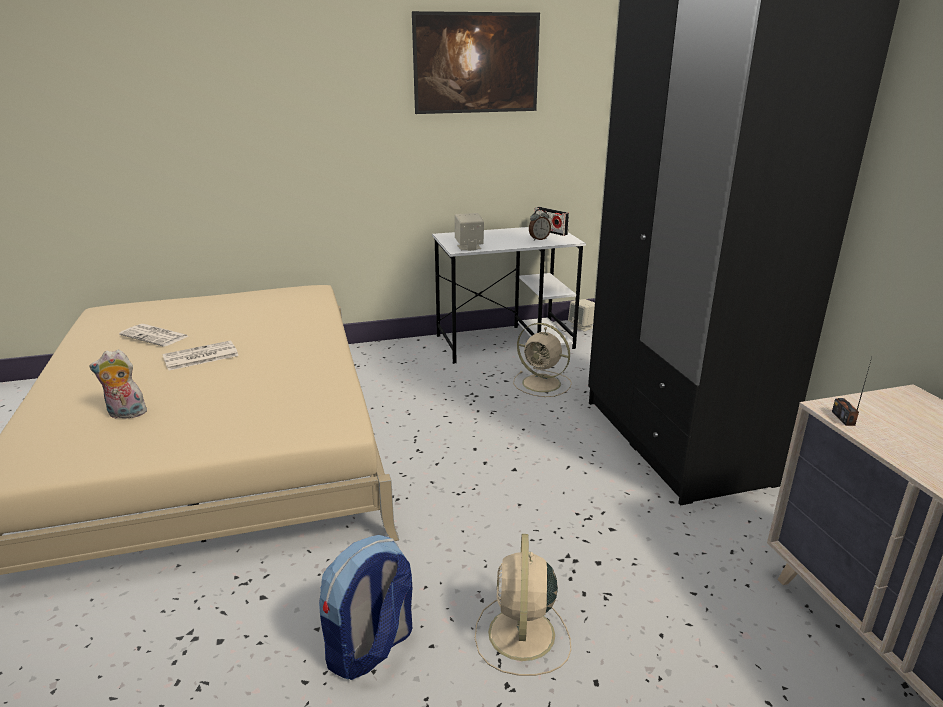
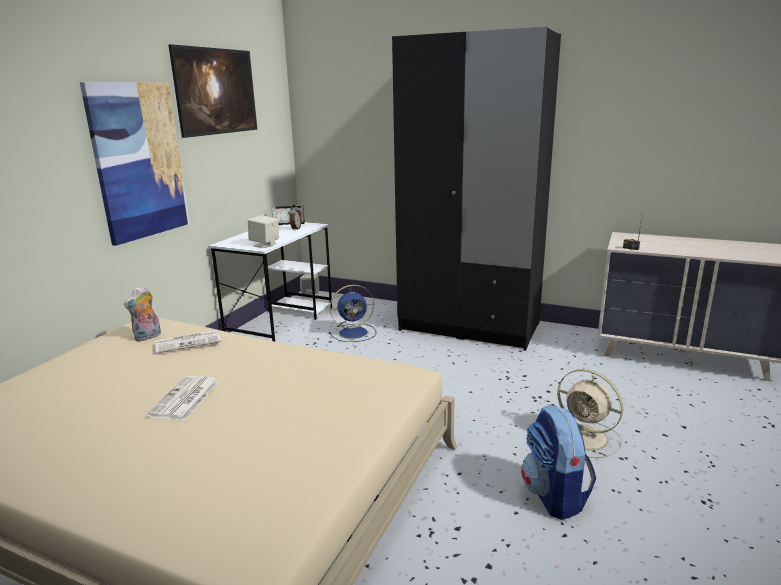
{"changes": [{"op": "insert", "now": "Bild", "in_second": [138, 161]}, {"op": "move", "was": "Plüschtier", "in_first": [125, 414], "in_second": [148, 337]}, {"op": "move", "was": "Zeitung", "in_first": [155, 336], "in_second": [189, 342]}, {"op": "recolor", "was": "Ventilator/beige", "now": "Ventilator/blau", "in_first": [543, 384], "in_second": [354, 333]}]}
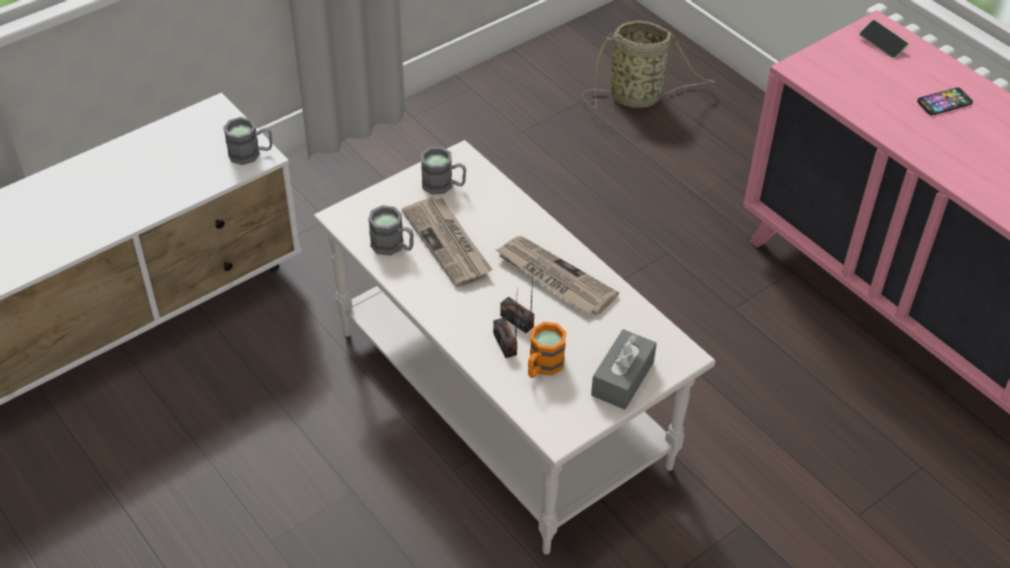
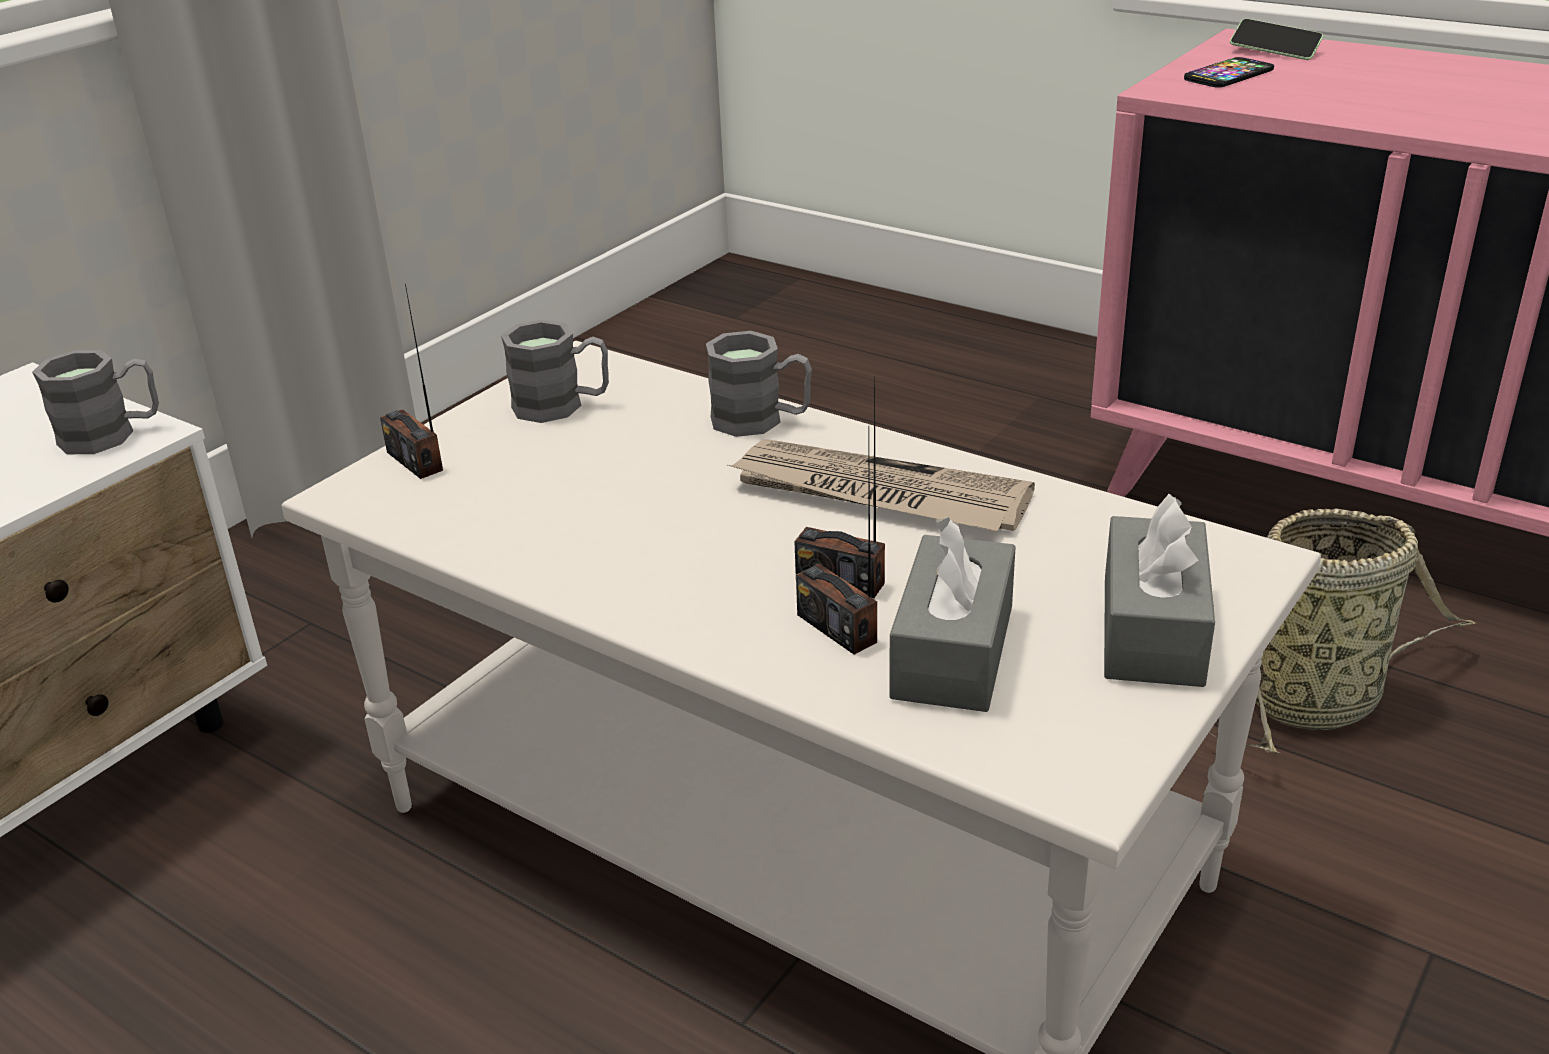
{"changes": [{"op": "insert", "now": "Radio", "in_second": [415, 461]}, {"op": "move", "was": "Henkelbecher/grau", "in_first": [393, 246], "in_second": [761, 420]}, {"op": "replace", "was": "Henkelbecher/orange", "now": "Taschentuchbox/grau", "in_first": [542, 367], "in_second": [953, 651]}, {"op": "move", "was": "Handy", "in_first": [944, 102], "in_second": [1228, 75]}, {"op": "move", "was": "Korb", "in_first": [639, 97], "in_second": [1318, 700]}, {"op": "delete", "was": "Zeitung", "in_first": [448, 243]}]}
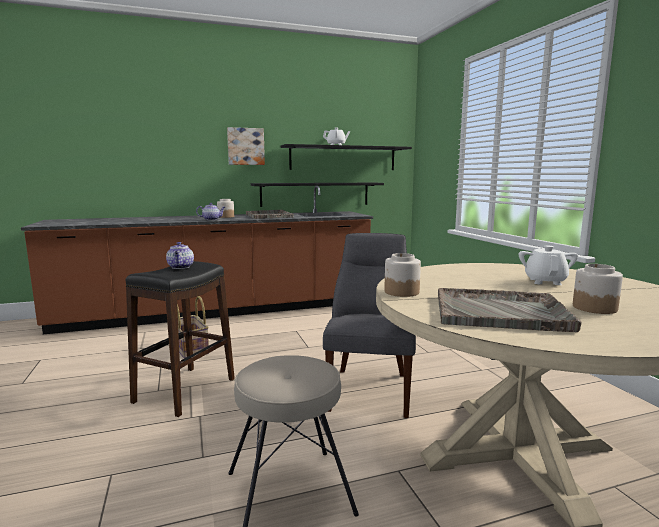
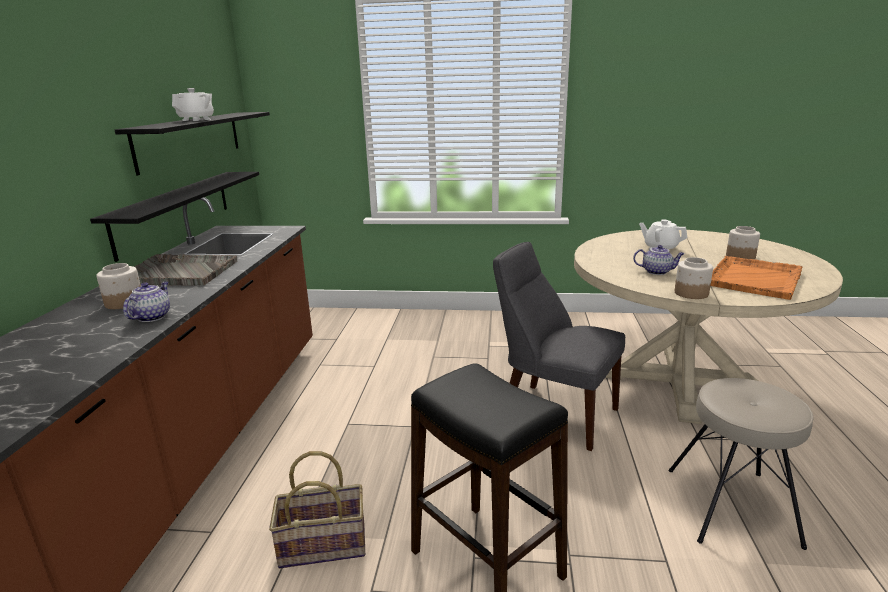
{"changes": [{"op": "move", "was": "Teekanne", "in_first": [181, 267], "in_second": [657, 271]}, {"op": "recolor", "was": "Tablett/grau", "now": "Tablett/orange", "in_first": [501, 312], "in_second": [754, 278]}, {"op": "delete", "was": "Bild", "in_first": [245, 146]}]}
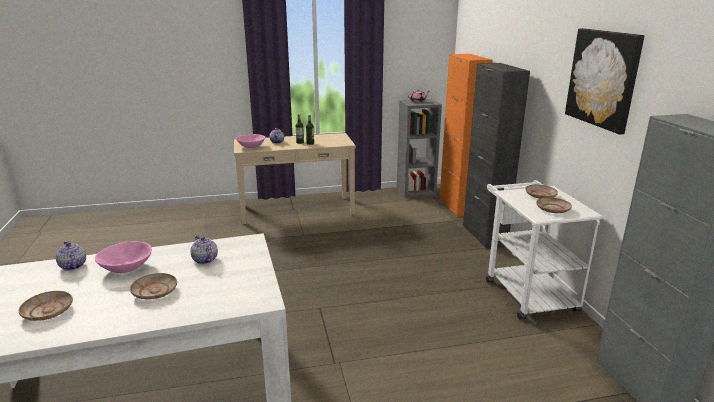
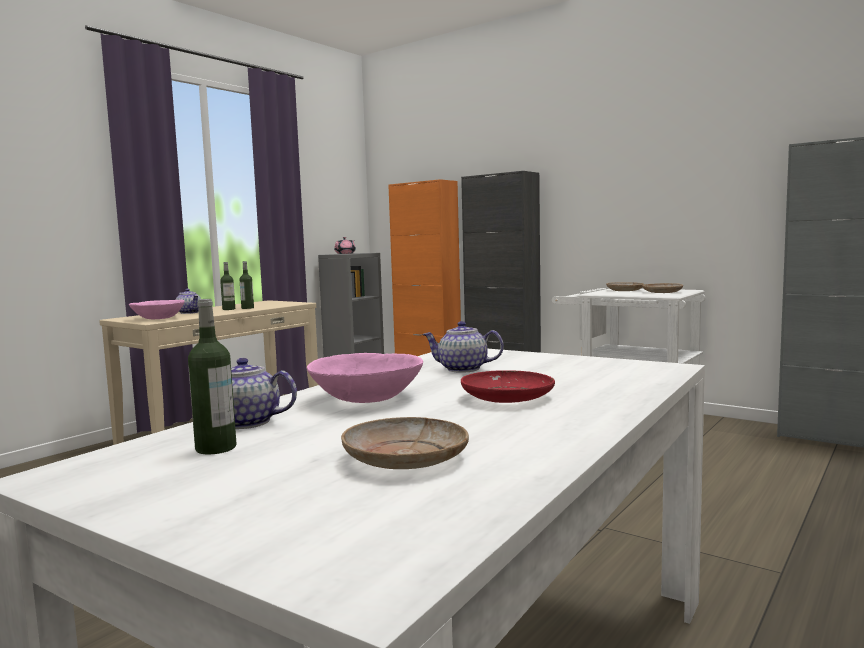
{"changes": [{"op": "insert", "now": "Flasche", "in_second": [216, 448]}, {"op": "recolor", "was": "Teller/beige", "now": "Teller/rot", "in_first": [155, 291], "in_second": [507, 397]}, {"op": "delete", "was": "Bild", "in_first": [603, 78]}]}
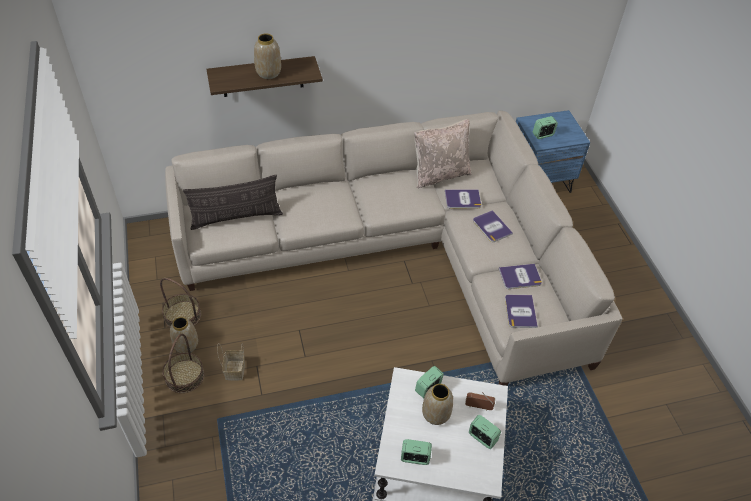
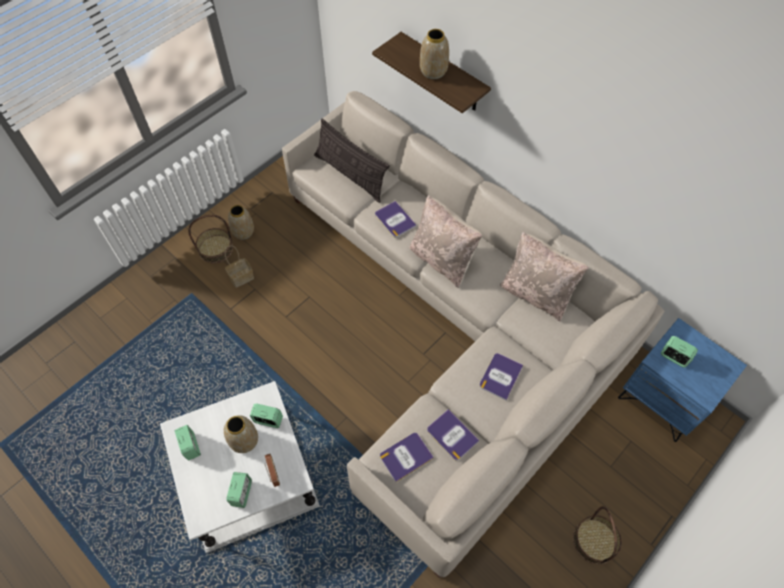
{"changes": [{"op": "move", "was": "Buch", "in_first": [462, 199], "in_second": [395, 220]}, {"op": "insert", "now": "Kissen/beige", "in_second": [442, 259]}, {"op": "move", "was": "Korb", "in_first": [183, 315], "in_second": [595, 541]}]}
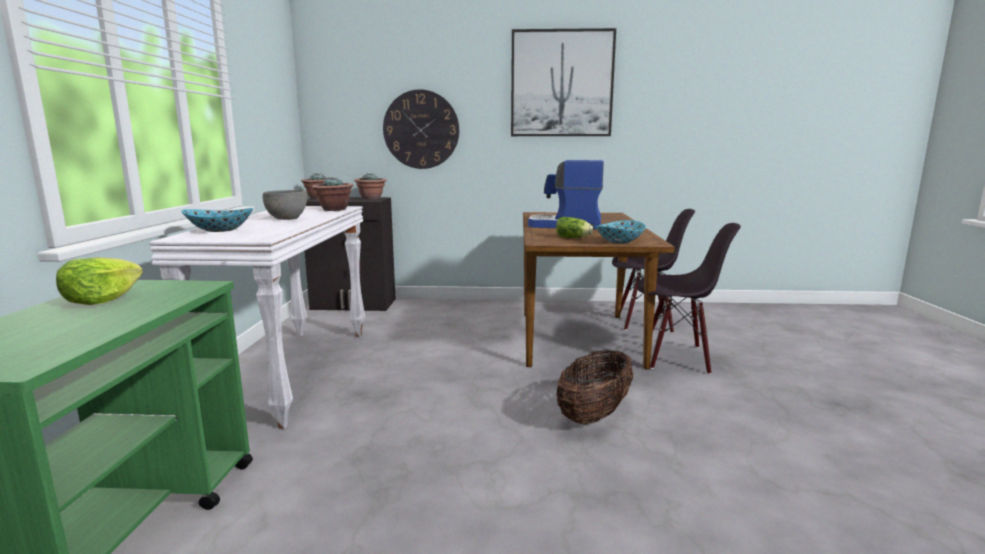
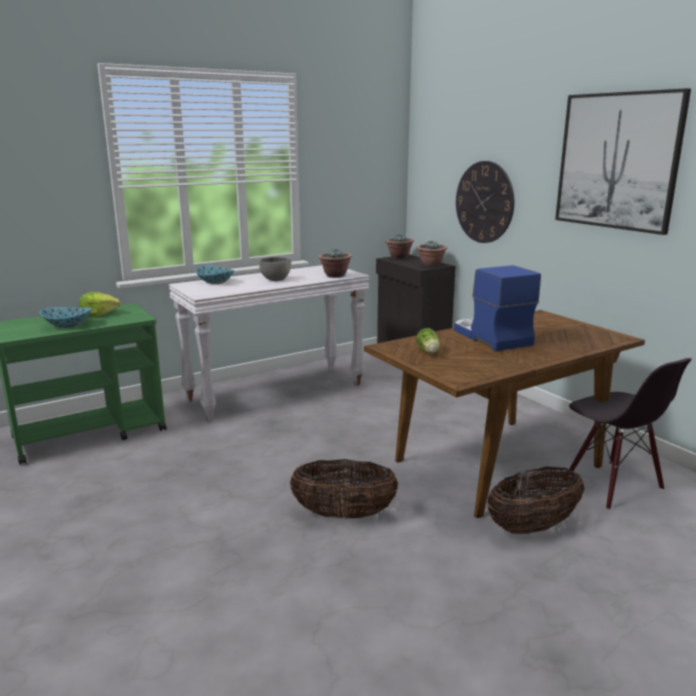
{"changes": [{"op": "move", "was": "Schüssel", "in_first": [620, 242], "in_second": [68, 325]}, {"op": "replace", "was": "Stuhl/schwarz", "now": "Korb", "in_first": [676, 357], "in_second": [532, 526]}]}
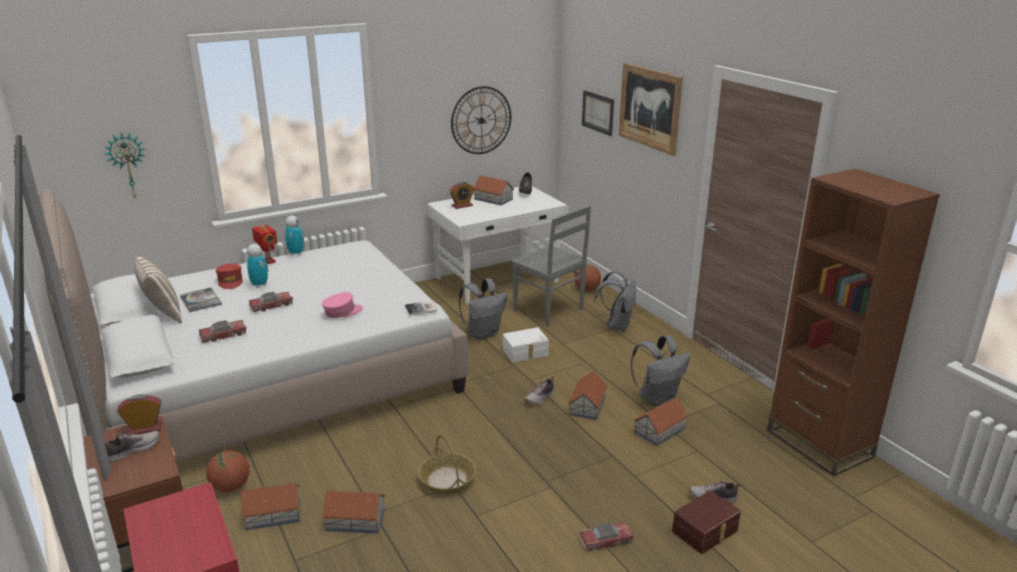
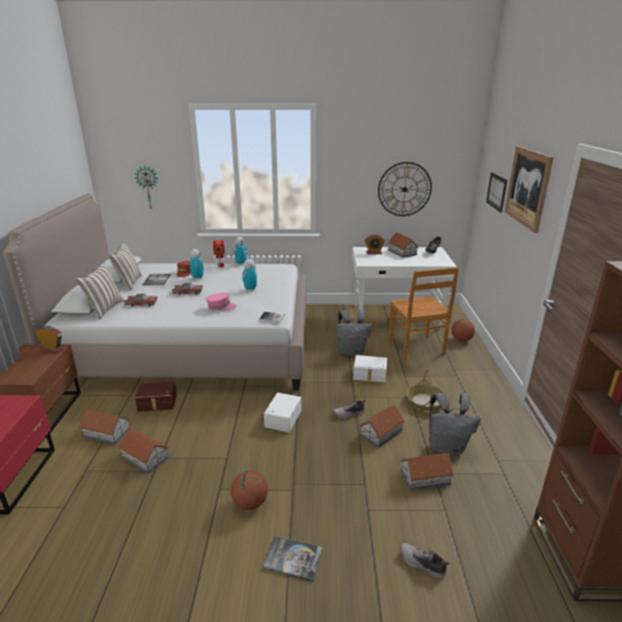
{"changes": [{"op": "insert", "now": "Kissen", "in_second": [104, 309]}, {"op": "move", "was": "Aufbewahrungsbox/braun", "in_first": [706, 531], "in_second": [157, 403]}, {"op": "move", "was": "Basketball", "in_first": [231, 487], "in_second": [250, 503]}, {"op": "insert", "now": "Spielzeugroboter", "in_second": [250, 289]}, {"op": "replace", "was": "Spielzeugauto", "now": "Buch", "in_first": [606, 541], "in_second": [293, 558]}, {"op": "insert", "now": "Aufbewahrungsbox/weiß", "in_second": [282, 418]}, {"op": "recolor", "was": "Stuhl/grau", "now": "Stuhl/braun", "in_first": [549, 311], "in_second": [416, 348]}, {"op": "move", "was": "Korb", "in_first": [447, 480], "in_second": [425, 402]}, {"op": "delete", "was": "Schuh", "in_first": [133, 450]}, {"op": "delete", "was": "Rucksack/grau", "in_first": [616, 326]}]}
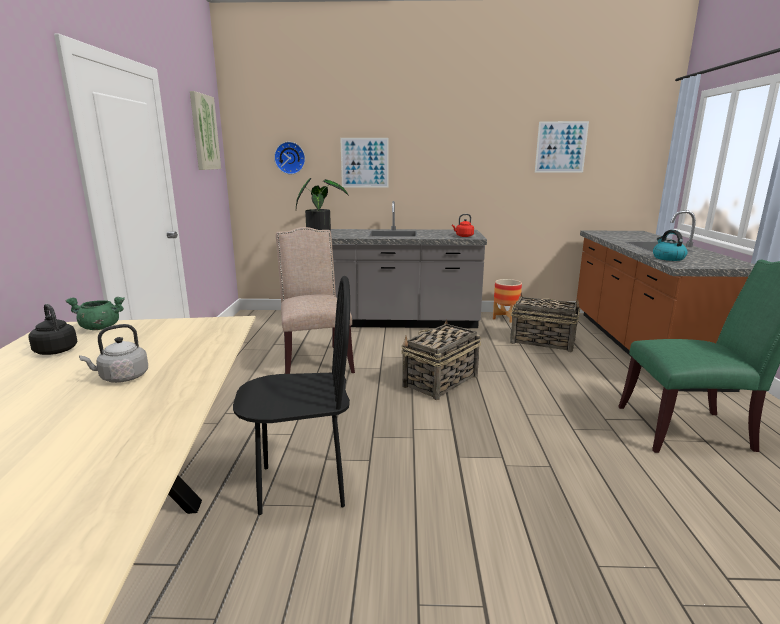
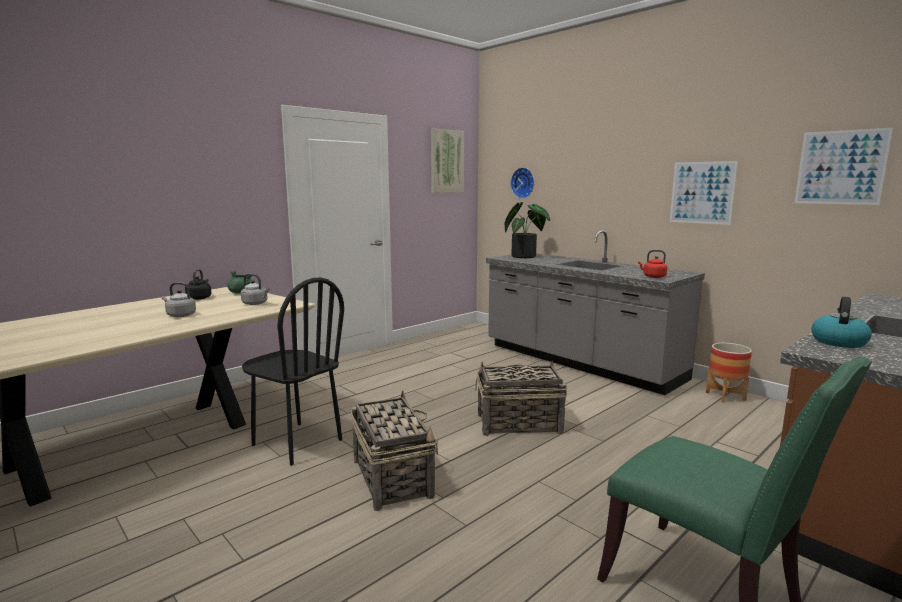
{"changes": [{"op": "insert", "now": "Wasserkessel/grau", "in_second": [256, 303]}, {"op": "move", "was": "Korb", "in_first": [541, 341], "in_second": [392, 477]}, {"op": "move", "was": "Bild", "in_first": [364, 163], "in_second": [702, 192]}, {"op": "delete", "was": "Stuhl/beige", "in_first": [314, 360]}]}
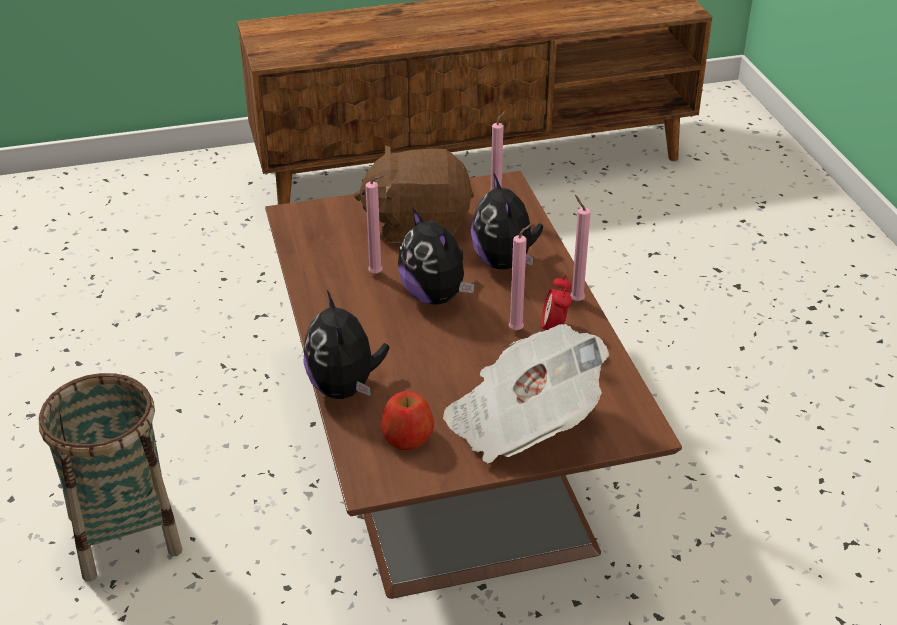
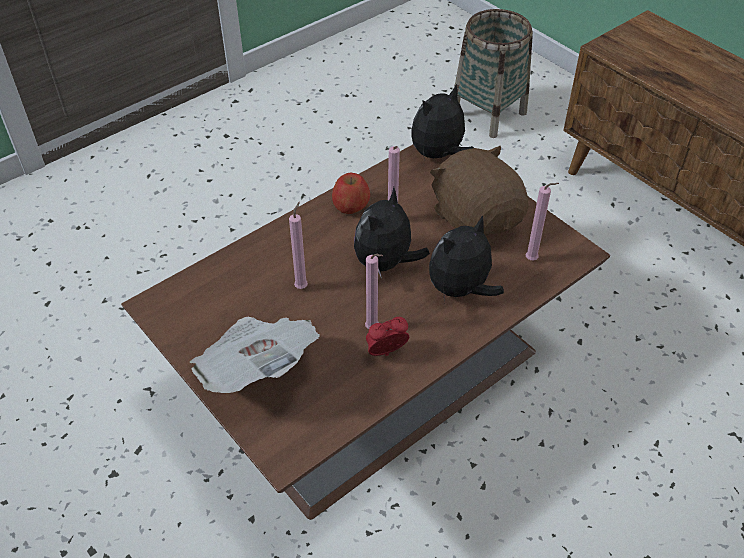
{"changes": [{"op": "move", "was": "Kerze/rosa", "in_first": [575, 300], "in_second": [302, 286]}, {"op": "move", "was": "Apfel", "in_first": [407, 437], "in_second": [350, 205]}, {"op": "move", "was": "Plüschtier", "in_first": [345, 388], "in_second": [439, 155]}, {"op": "move", "was": "Korb", "in_first": [125, 534], "in_second": [488, 114]}]}
